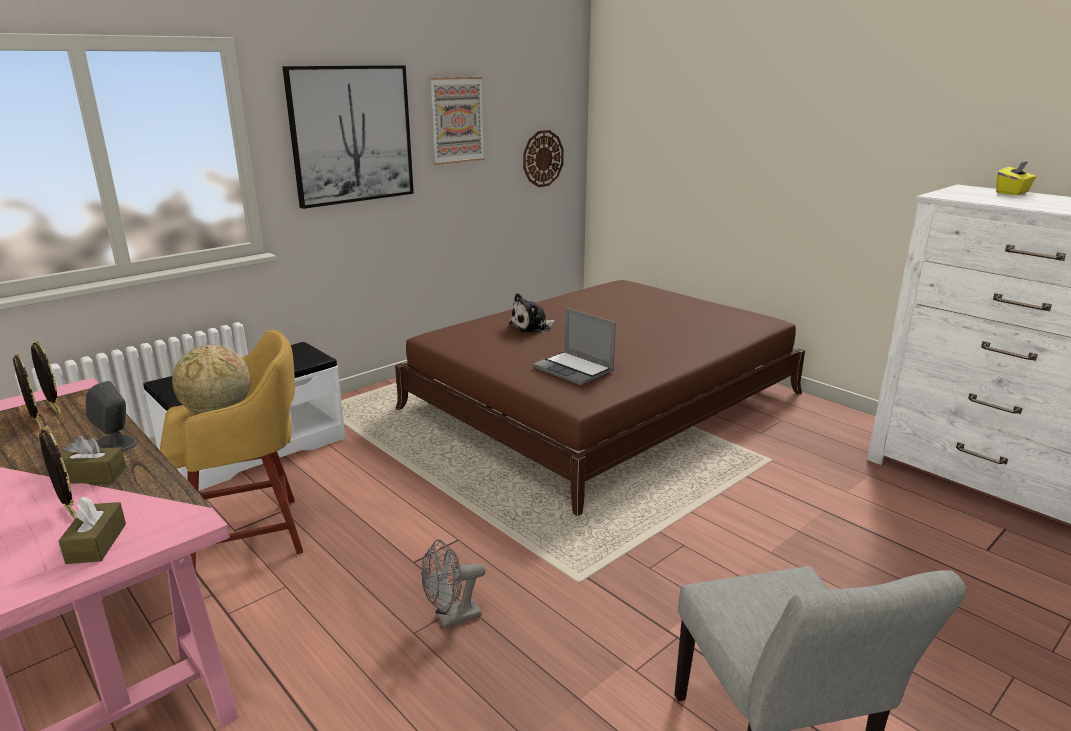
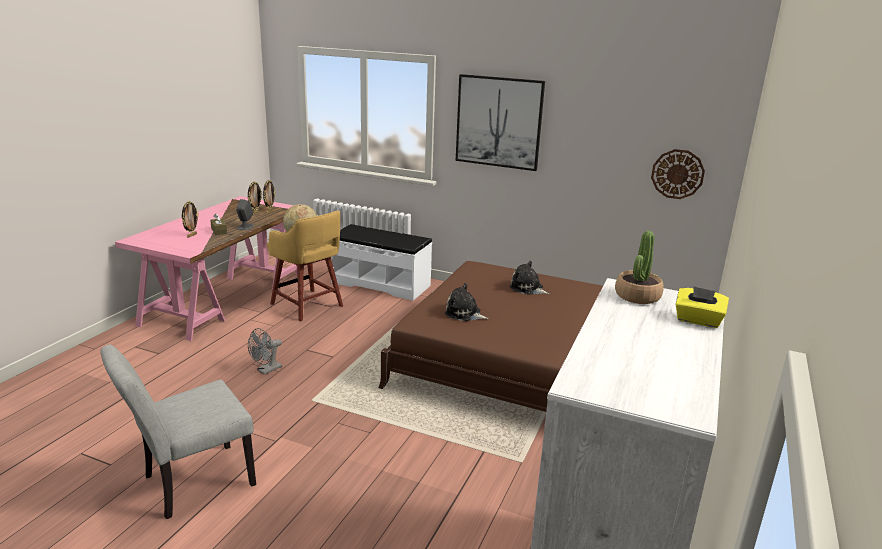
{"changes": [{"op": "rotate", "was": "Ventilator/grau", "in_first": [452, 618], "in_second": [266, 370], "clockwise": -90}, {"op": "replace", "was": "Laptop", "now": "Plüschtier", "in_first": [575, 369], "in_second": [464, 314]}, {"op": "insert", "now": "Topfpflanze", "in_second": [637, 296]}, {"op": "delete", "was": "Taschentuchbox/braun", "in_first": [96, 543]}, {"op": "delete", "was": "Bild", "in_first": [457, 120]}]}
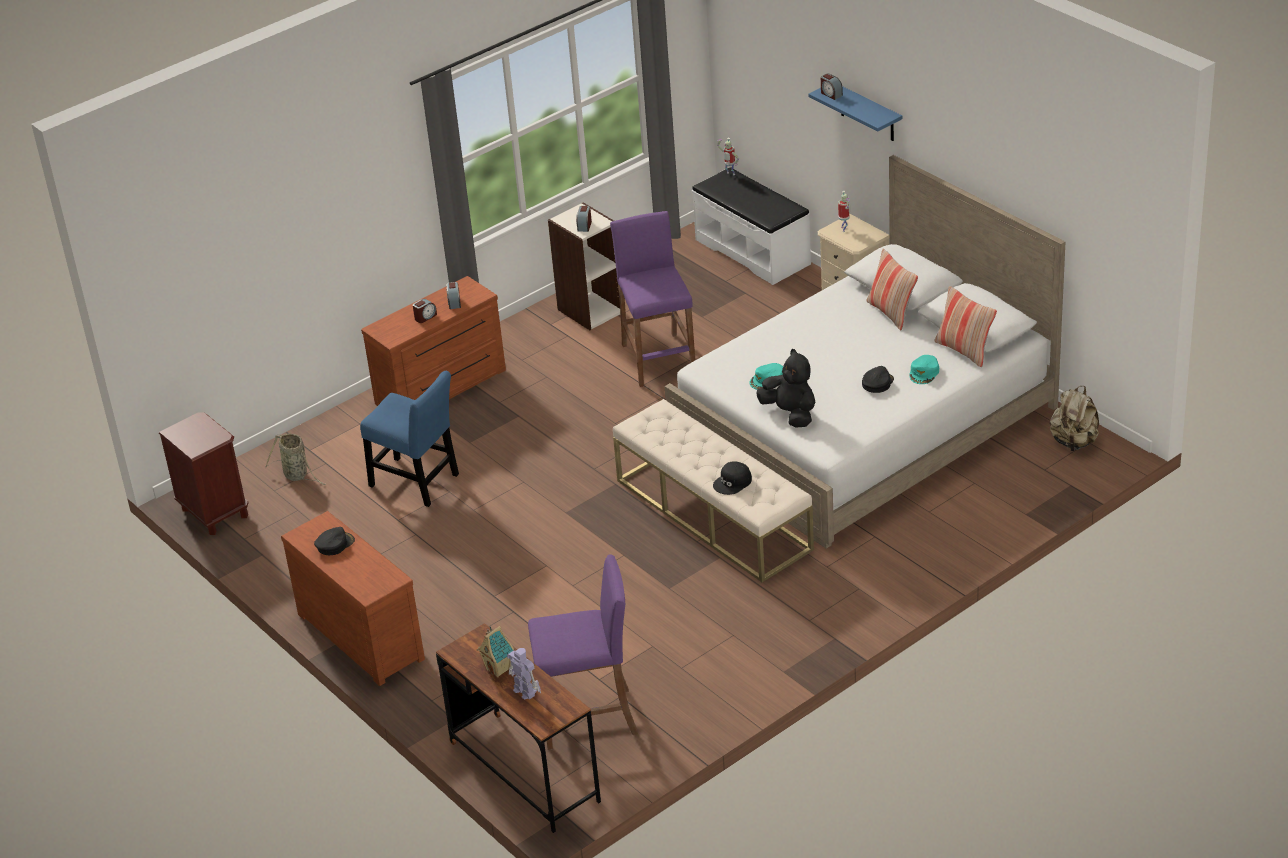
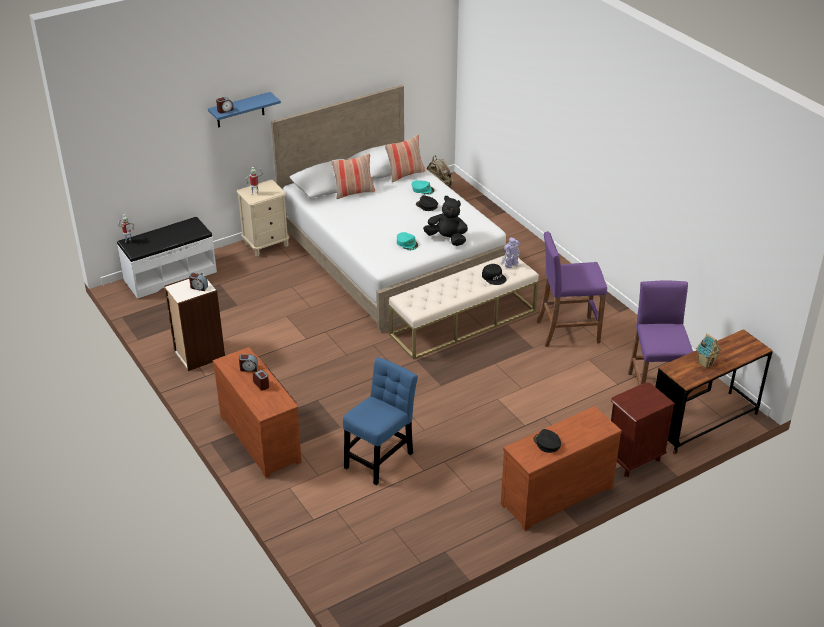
{"changes": [{"op": "rotate", "was": "Plüschtier/schwarz", "in_first": [790, 414], "in_second": [447, 239], "clockwise": 60}, {"op": "move", "was": "Spielzeugroboter", "in_first": [524, 690], "in_second": [510, 264]}, {"op": "move", "was": "Hocker/lila", "in_first": [658, 359], "in_second": [567, 332]}, {"op": "move", "was": "Nachttisch/braun", "in_first": [214, 513], "in_second": [632, 459]}, {"op": "delete", "was": "Korb", "in_first": [297, 475]}]}
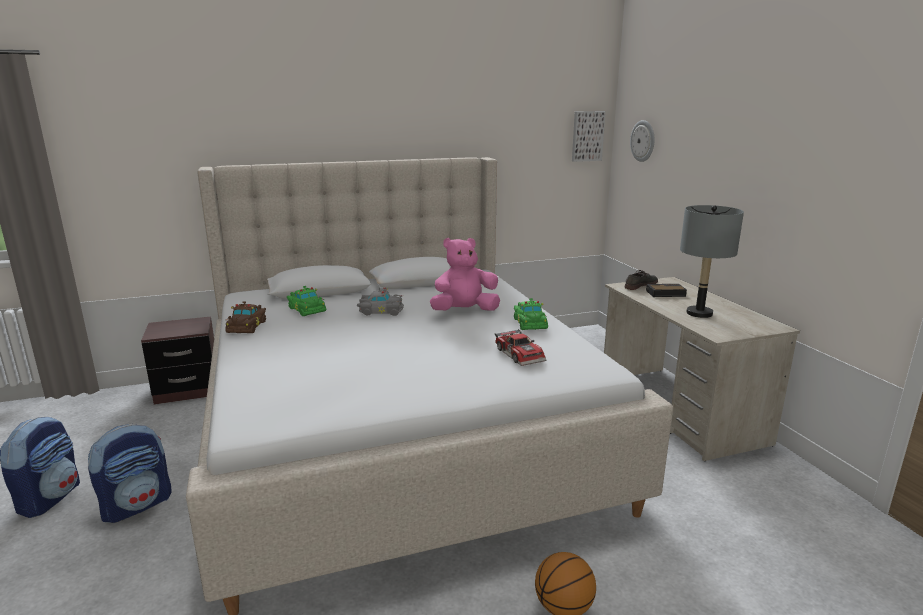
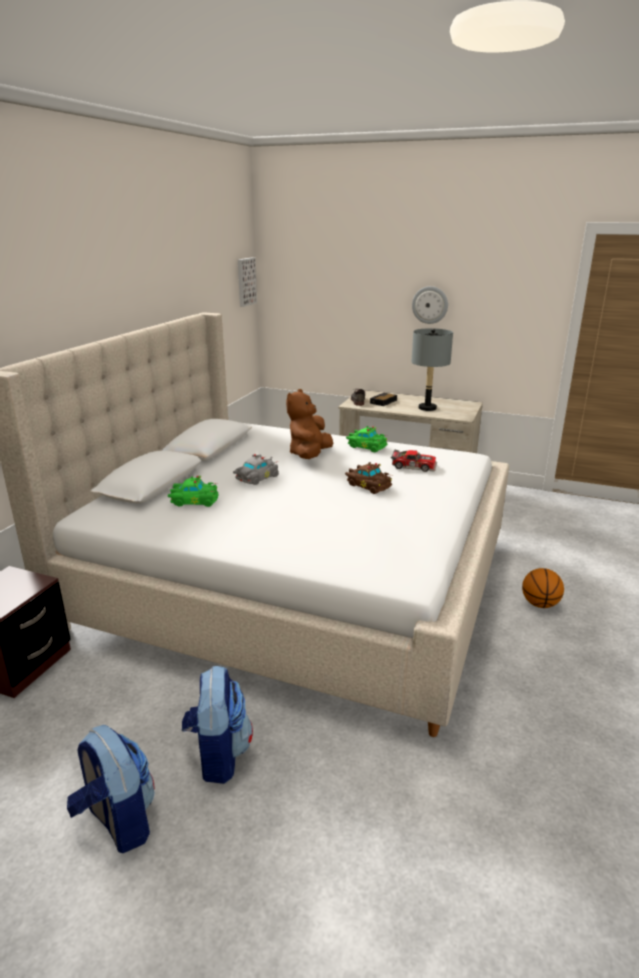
{"changes": [{"op": "recolor", "was": "Plüschtier/rosa", "now": "Plüschtier/braun", "in_first": [464, 311], "in_second": [309, 455]}, {"op": "move", "was": "Spielzeugauto/braun", "in_first": [248, 326], "in_second": [368, 485]}, {"op": "move", "was": "Wanduhr", "in_first": [643, 141], "in_second": [430, 305]}]}
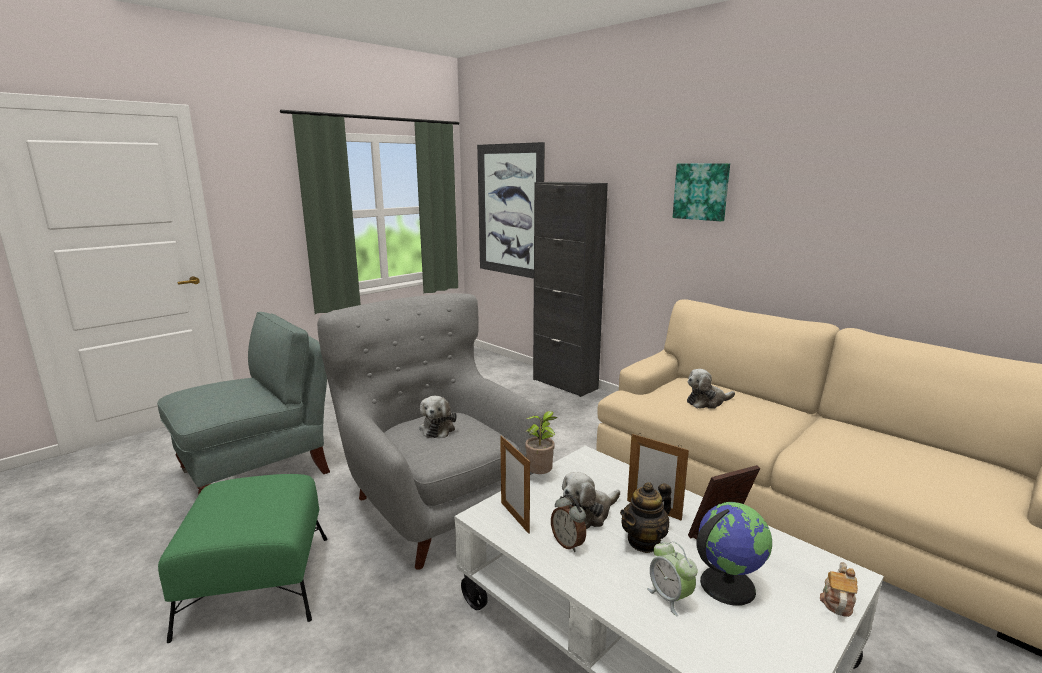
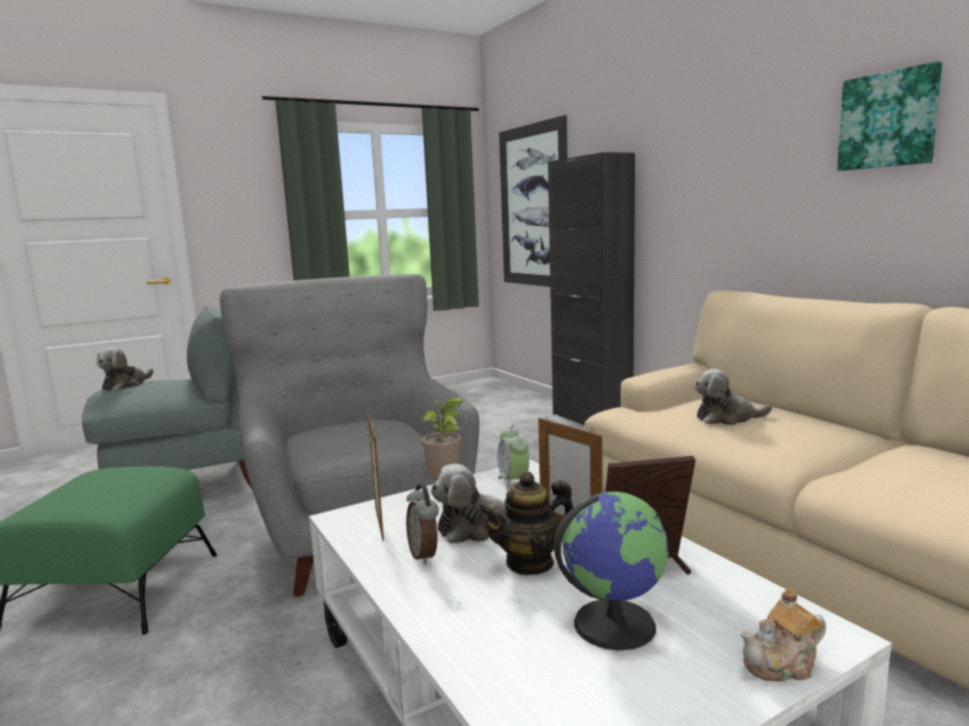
{"changes": [{"op": "move", "was": "Plüschtier", "in_first": [438, 428], "in_second": [126, 385]}, {"op": "move", "was": "Wecker", "in_first": [670, 597], "in_second": [513, 482]}, {"op": "rotate", "was": "Teekanne", "in_first": [836, 601], "in_second": [782, 665], "clockwise": -150}, {"op": "move", "was": "Bild", "in_first": [701, 191], "in_second": [888, 120]}]}
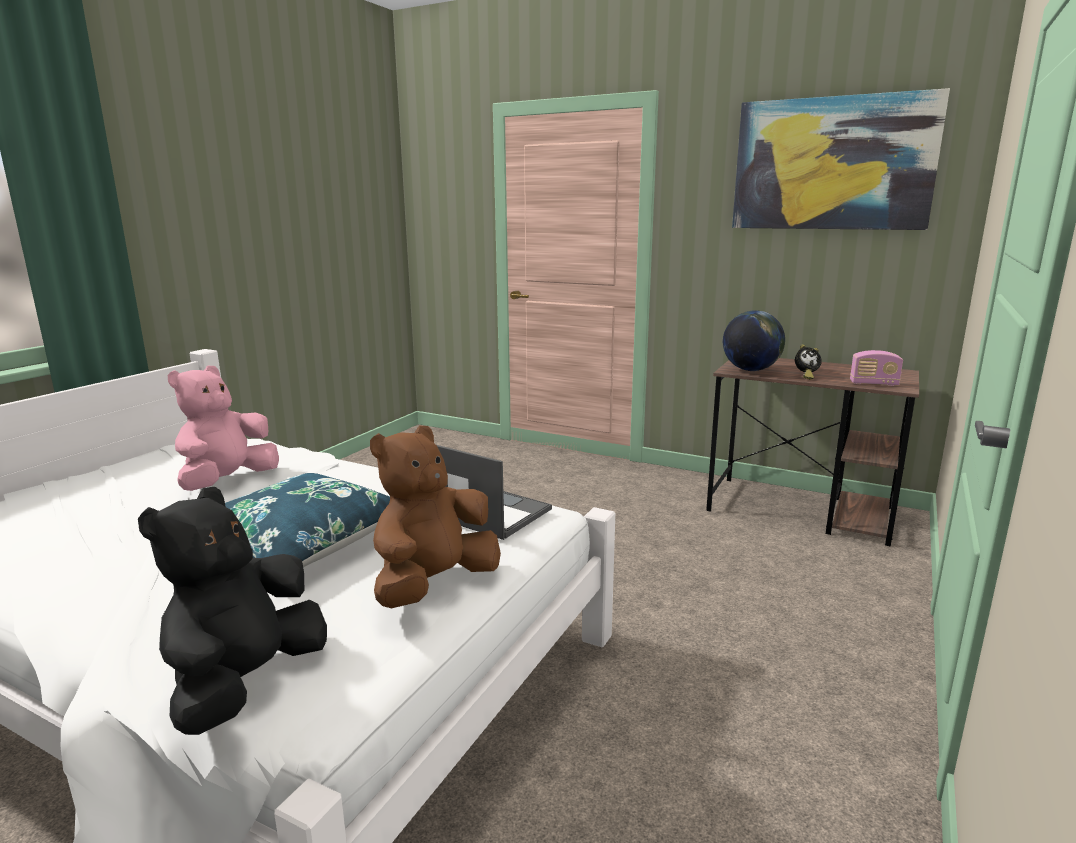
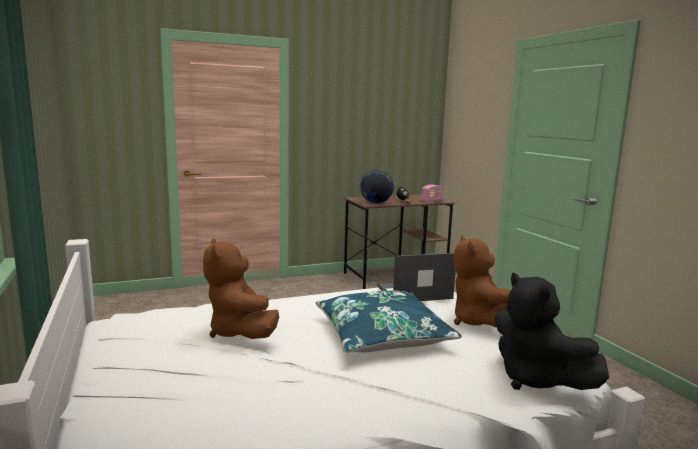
{"changes": [{"op": "recolor", "was": "Plüschtier/rosa", "now": "Plüschtier/braun", "in_first": [227, 482], "in_second": [240, 332]}, {"op": "delete", "was": "Bild", "in_first": [832, 164]}]}
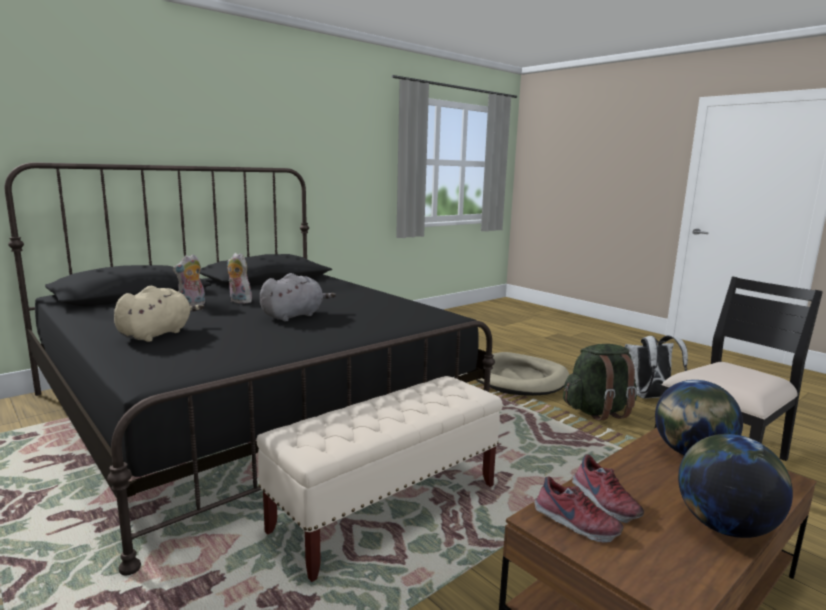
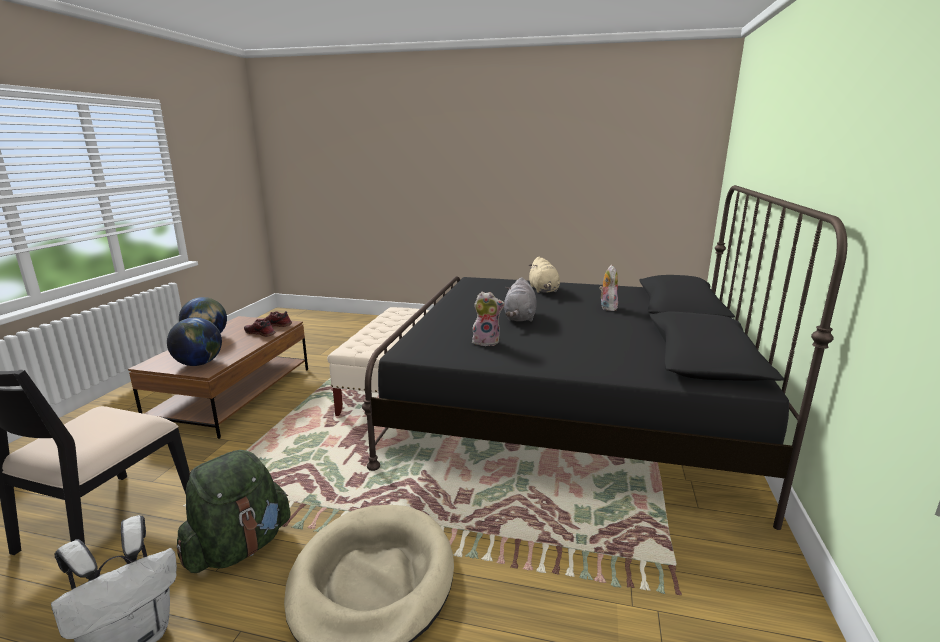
{"changes": [{"op": "move", "was": "Plüschtier", "in_first": [238, 301], "in_second": [486, 342]}]}
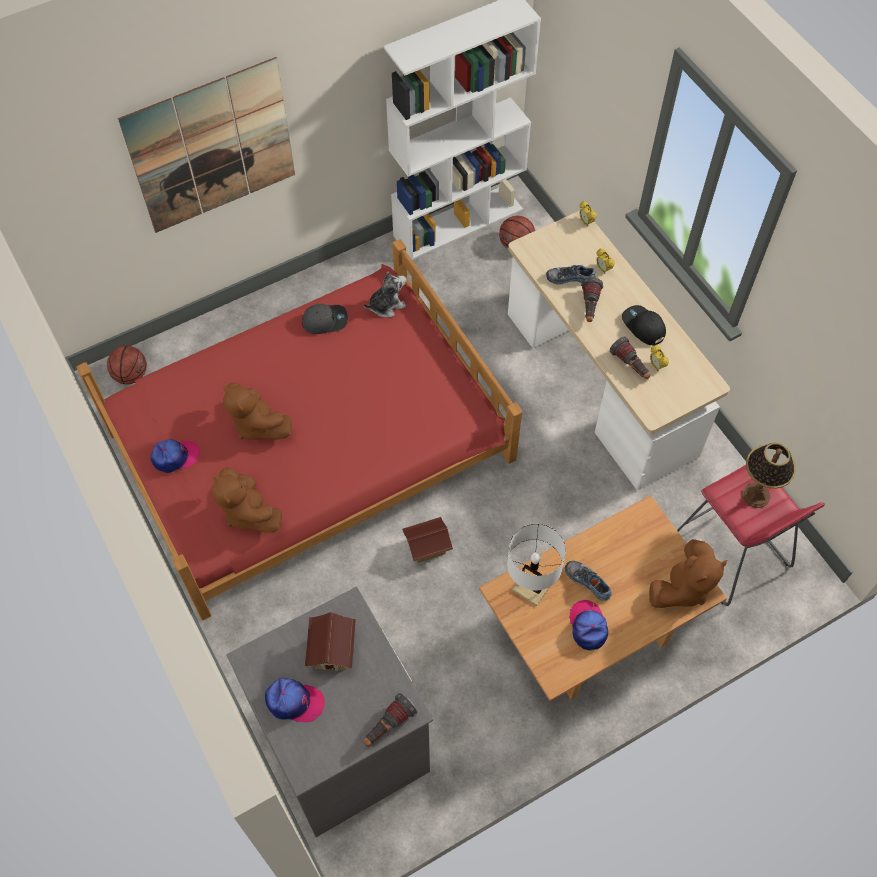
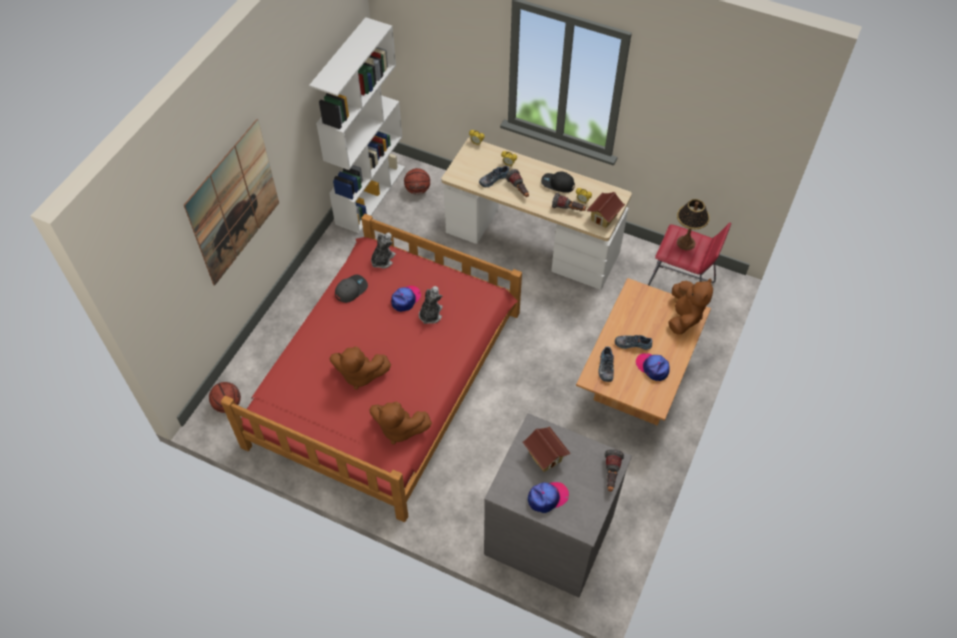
{"changes": [{"op": "move", "was": "Kappe", "in_first": [175, 457], "in_second": [406, 299]}, {"op": "insert", "now": "Plüschtier", "in_second": [430, 314]}, {"op": "move", "was": "Spielzeughaus", "in_first": [427, 548], "in_second": [604, 217]}, {"op": "replace", "was": "Tischlampe/weiß", "now": "Schuh", "in_first": [530, 589], "in_second": [605, 367]}]}
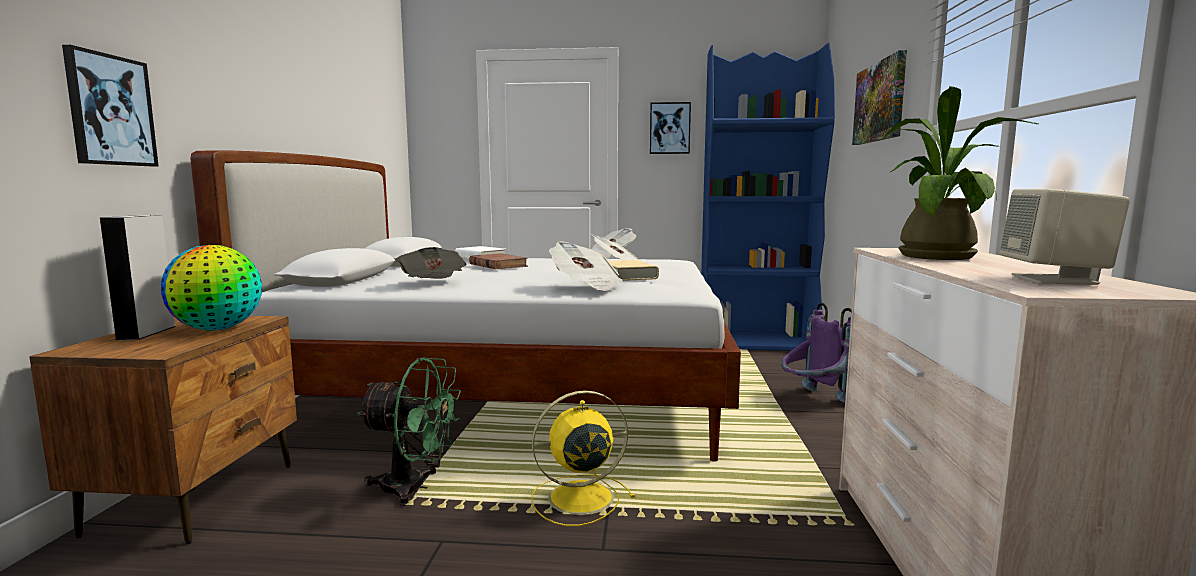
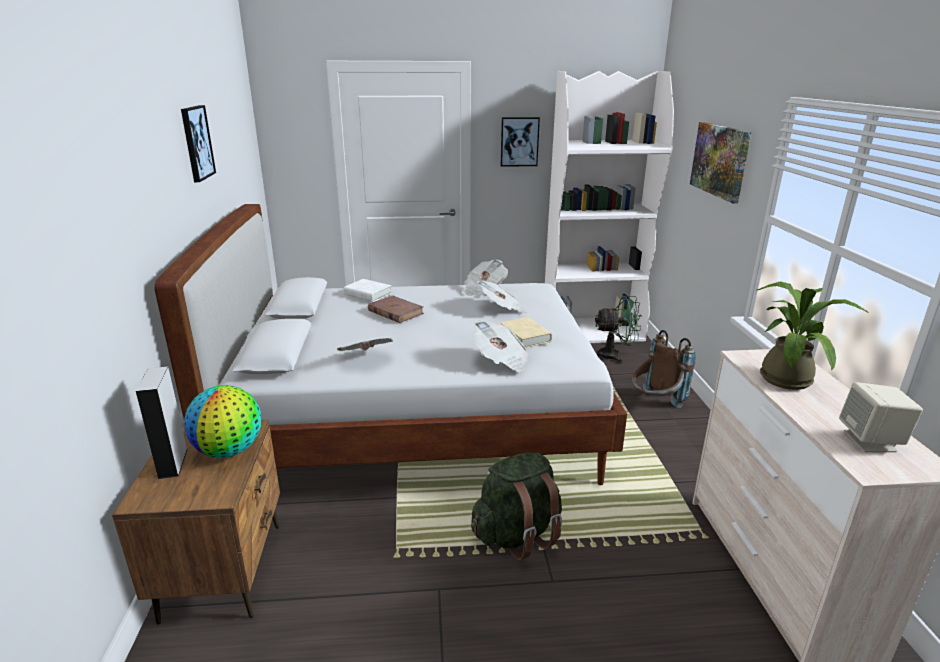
{"changes": [{"op": "move", "was": "Bild", "in_first": [110, 110], "in_second": [196, 143]}, {"op": "replace", "was": "Ventilator/gelb", "now": "Rucksack/grün", "in_first": [578, 498], "in_second": [517, 535]}, {"op": "recolor", "was": "Bücherregal/blau", "now": "Bücherregal/weiß", "in_first": [757, 342], "in_second": [593, 331]}, {"op": "move", "was": "Ventilator/grün", "in_first": [414, 488], "in_second": [614, 356]}, {"op": "recolor", "was": "Rucksack/lila", "now": "Rucksack/braun", "in_first": [814, 399], "in_second": [655, 405]}]}
